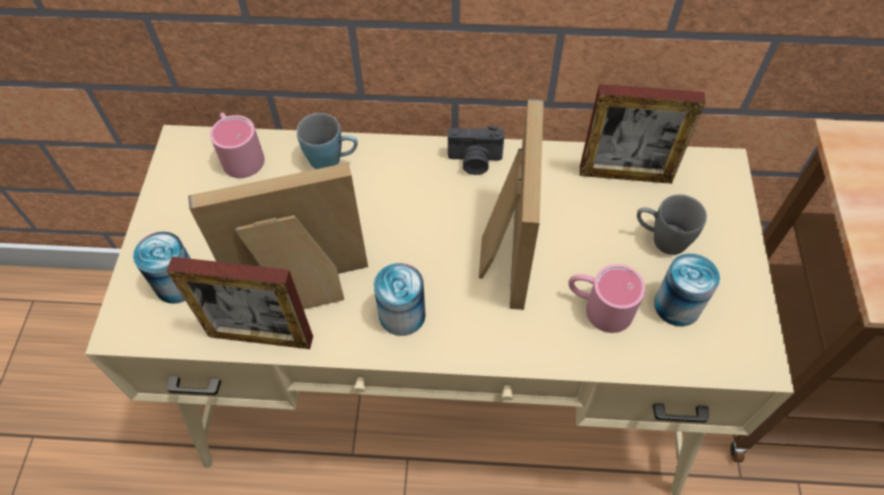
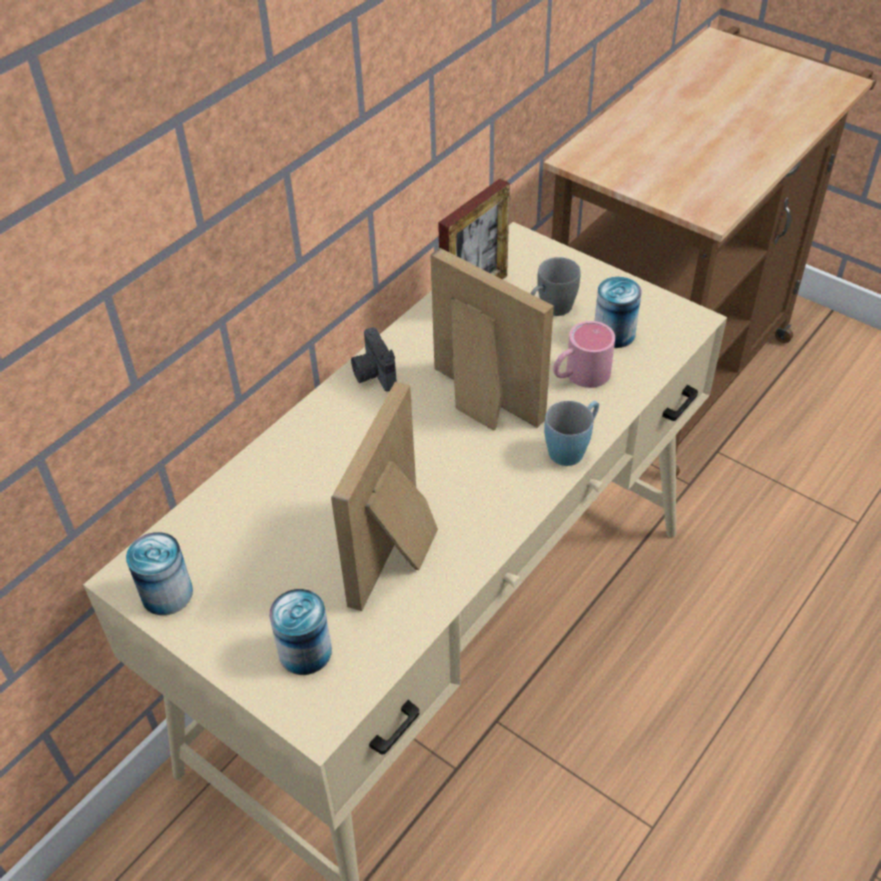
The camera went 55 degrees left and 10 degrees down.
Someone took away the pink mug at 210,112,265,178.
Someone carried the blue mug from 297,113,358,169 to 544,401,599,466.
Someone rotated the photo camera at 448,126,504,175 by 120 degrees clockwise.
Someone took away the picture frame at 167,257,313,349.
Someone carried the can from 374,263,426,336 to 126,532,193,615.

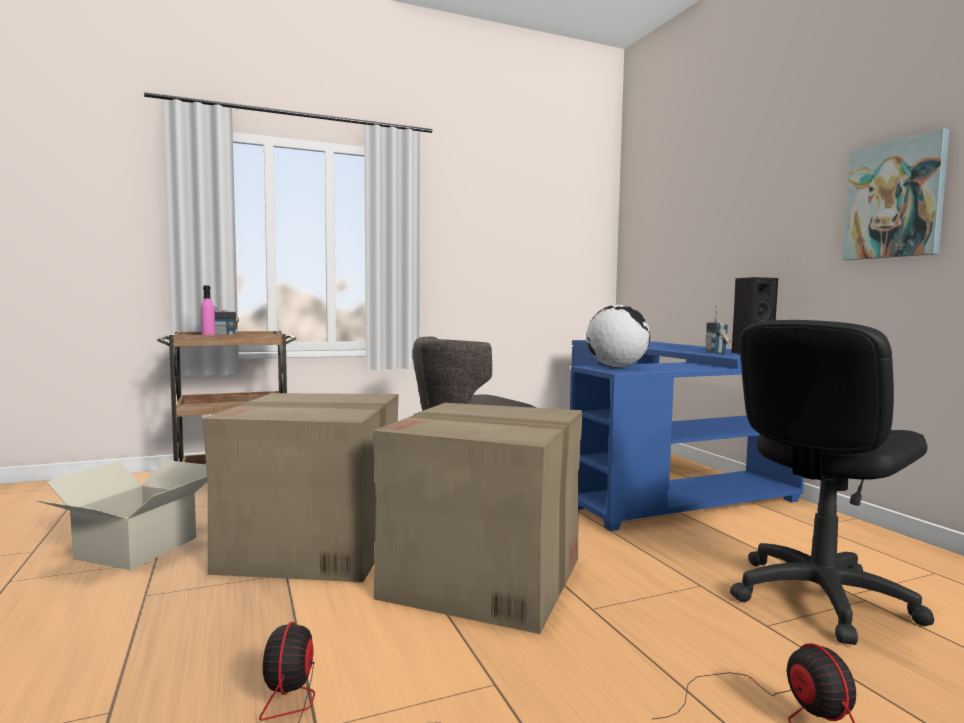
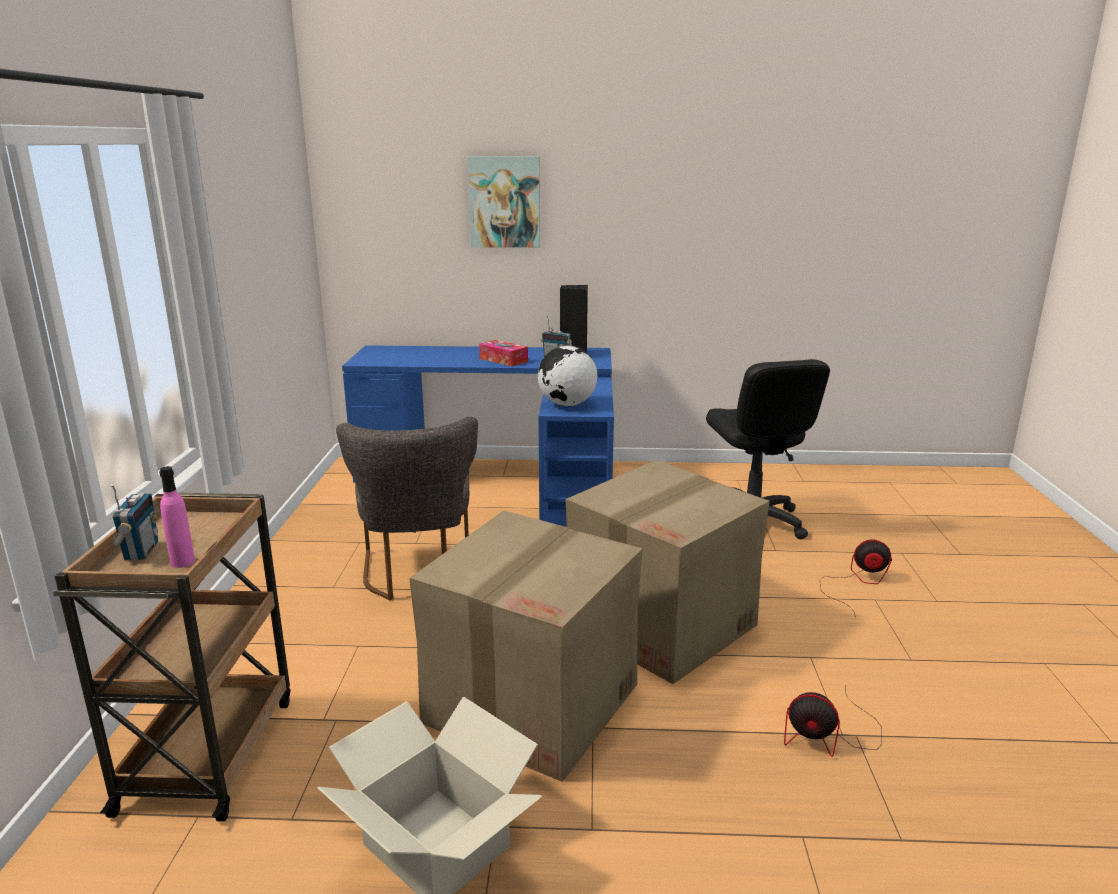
The camera went 65 degrees left and 15 degrees up.
Someone carried the picture from 842,128,949,260 to 468,156,540,248.
Someone put down the tissue box at 479,340,528,367.

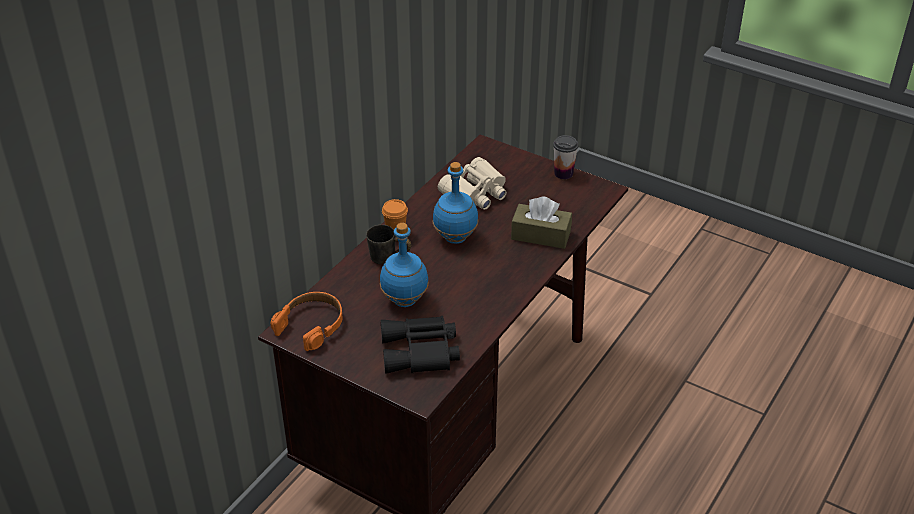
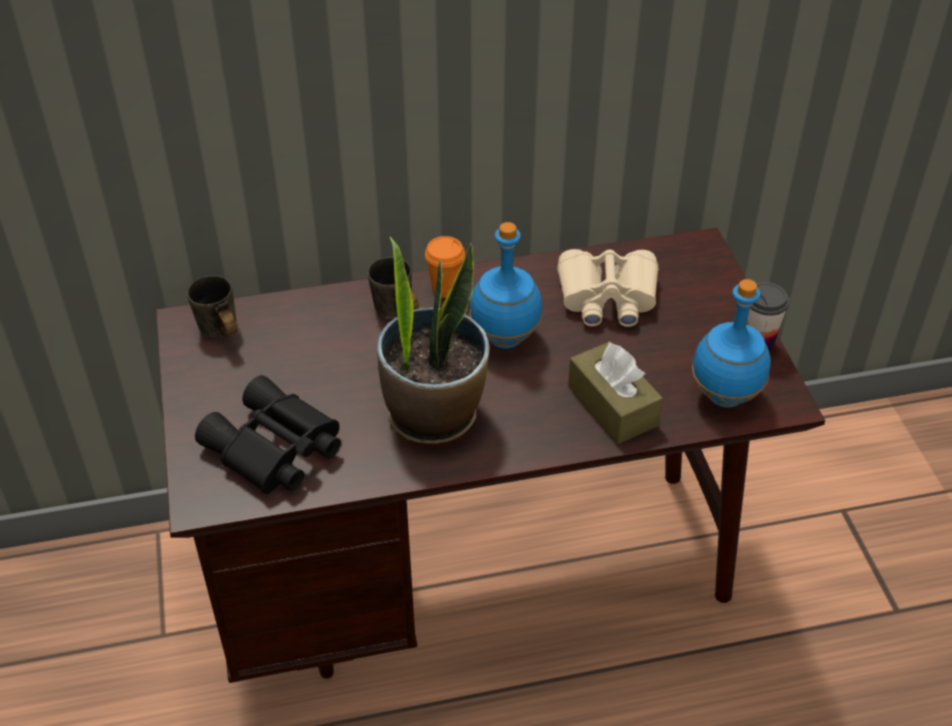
The camera went 45 degrees right and 5 degrees up.
Someone carried the blue bottle from 380,223,429,307 to 692,279,771,407.
Someone swapped the orange headphones at 271,292,343,351 for the grey mug at 187,275,237,337.
Someone put down the potted plant at 377,236,489,445.

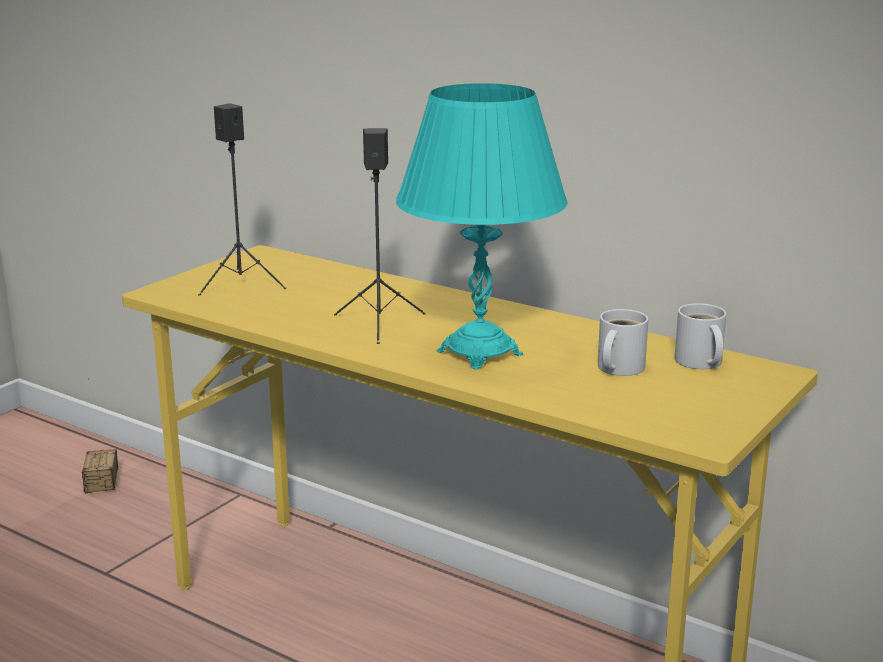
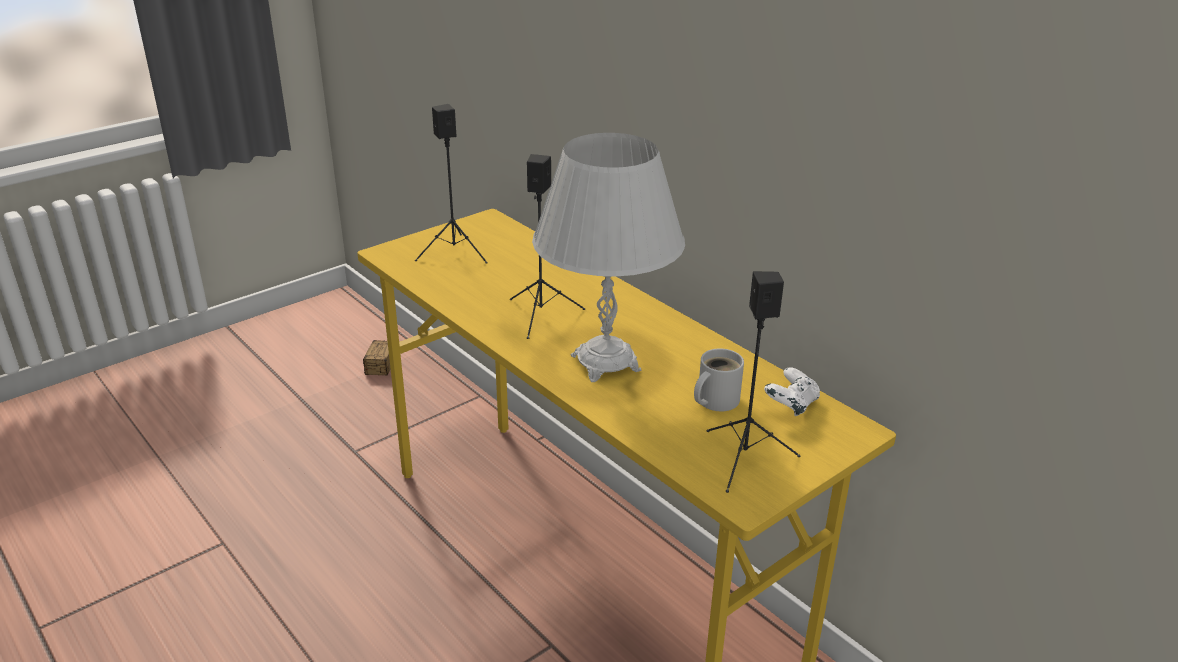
The camera went 15 degrees right and 10 degrees up.
Someone repainted the turquoise table lamp at 396,83,568,370, which became the white table lamp at 532,133,685,382.
Someone swapped the white mug at 675,303,726,369 for the white game controller at 764,367,820,416.
Someone put down the black speaker at 707,271,800,493.

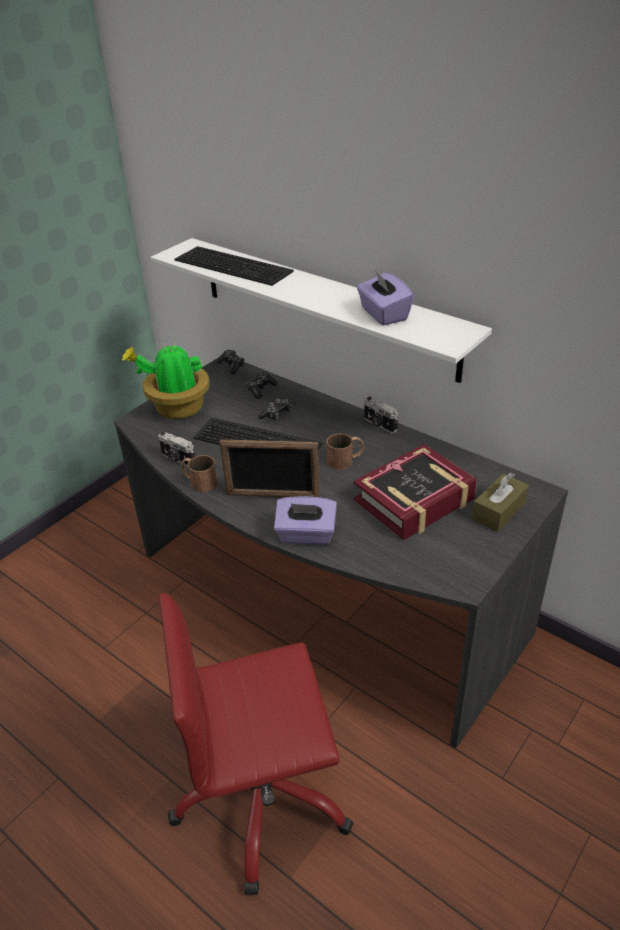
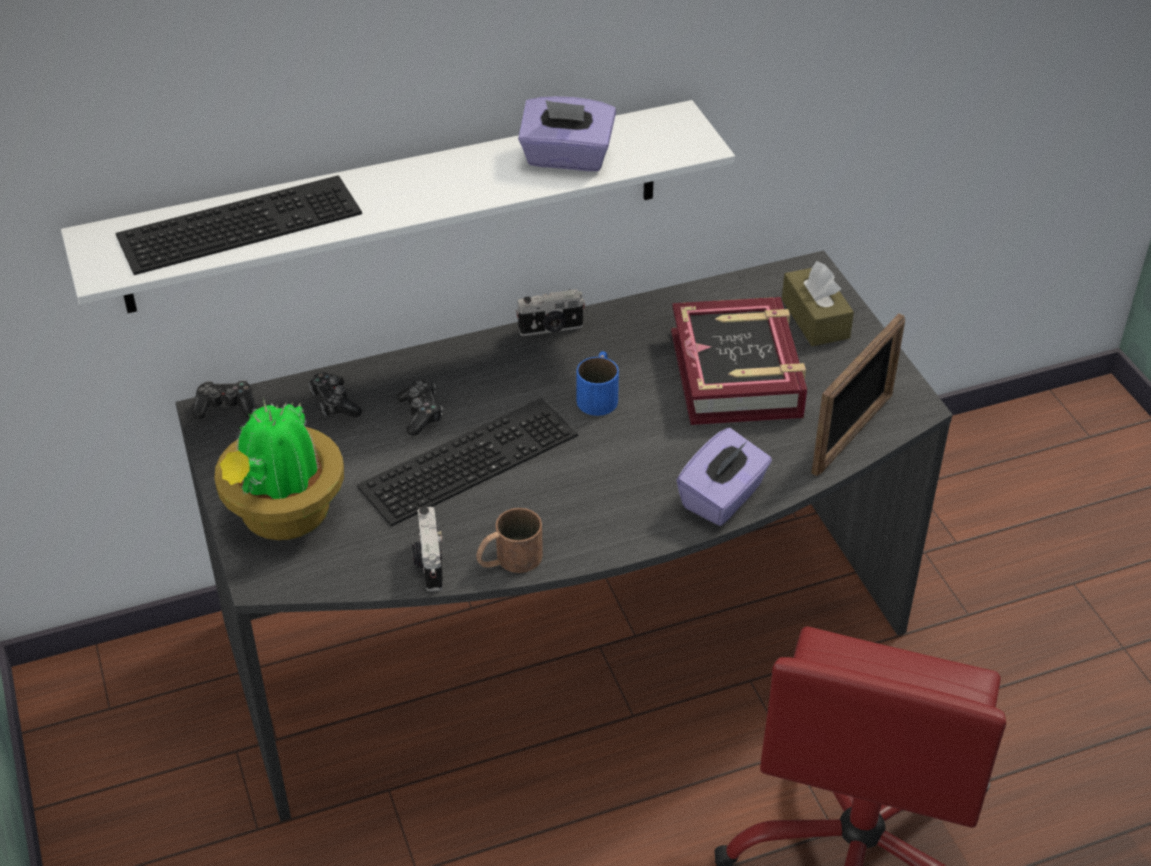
The camera went 60 degrees left and 5 degrees up.
Someone rotated the photo camera at 158,431,195,466 by 105 degrees clockwise.
Someone repainted the brown mug at 327,434,364,470, which became the blue mug at 577,351,619,416.
Someone carried the picture frame from 220,439,320,497 to 811,313,905,476.

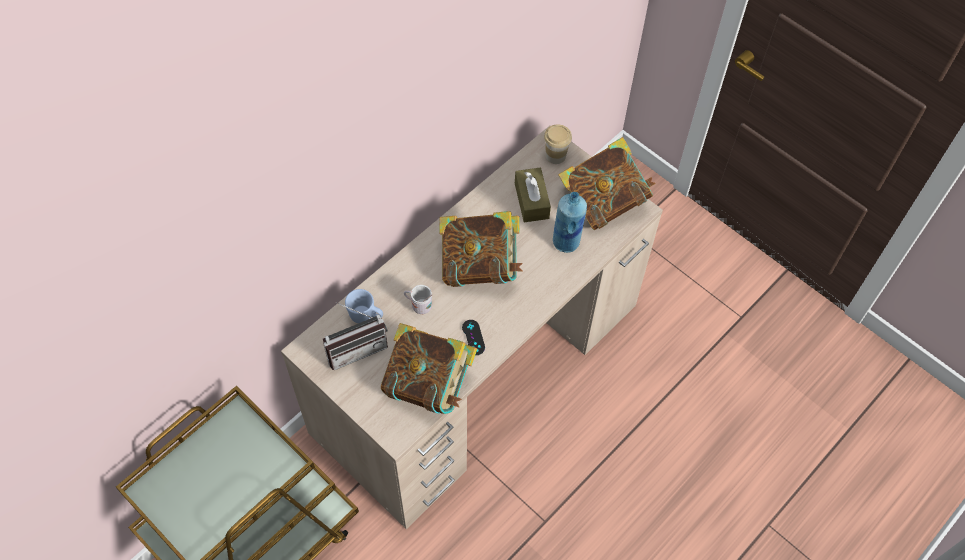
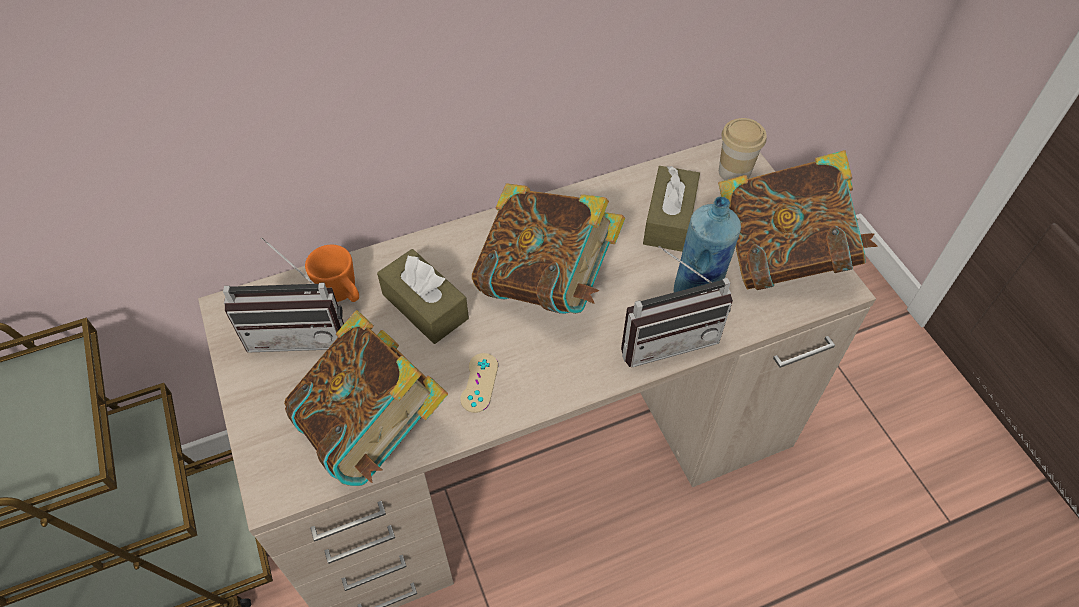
The camera went 25 degrees right and 5 degrees down.
Someone swapped the white mug at 404,285,433,314 for the brown tissue box at 377,249,469,344.
Someone repainted the blue mug at 345,289,383,323, which became the orange mug at 305,245,359,302.
Someone repainted the black game controller at 462,320,485,355, which became the beige game controller at 460,353,498,413.
Someone put down the radio at 621,246,733,367.

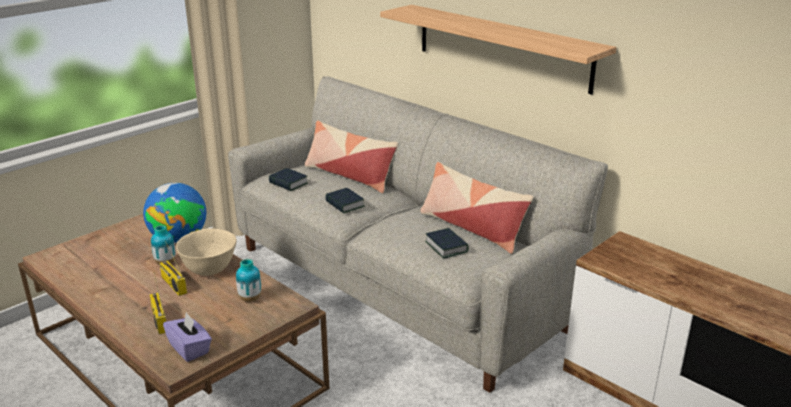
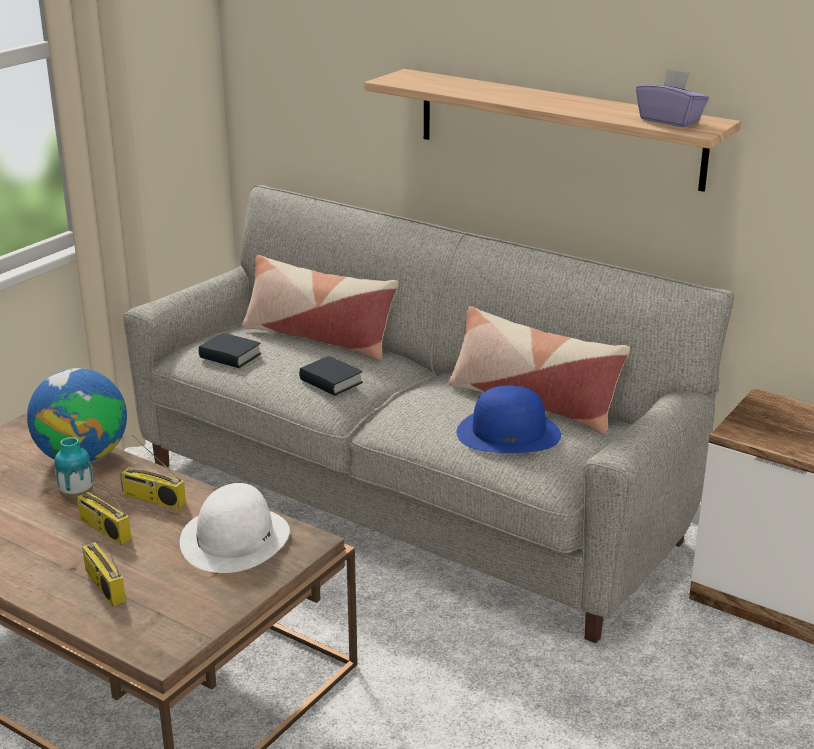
The camera went 10 degrees left and 0 degrees up.
Someone swapped the beige bowl at 176,228,237,276 for the radio at 120,435,186,510.
Someone swapped the book at 425,228,469,259 for the blue hat at 456,385,561,453.
Someone swapped the vase at 236,259,261,302 for the white hat at 180,483,290,573.
Someone carried the purple tissue box from 163,312,212,362 to 636,69,709,127.

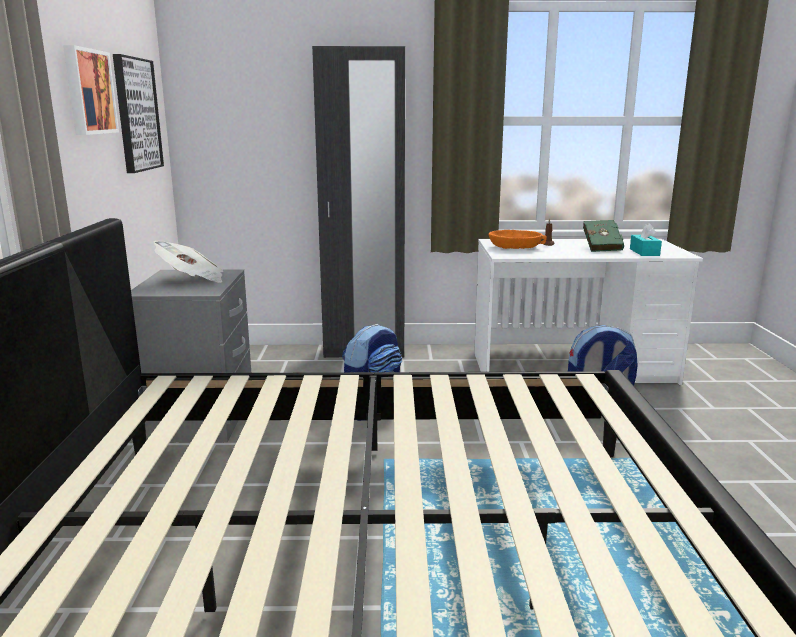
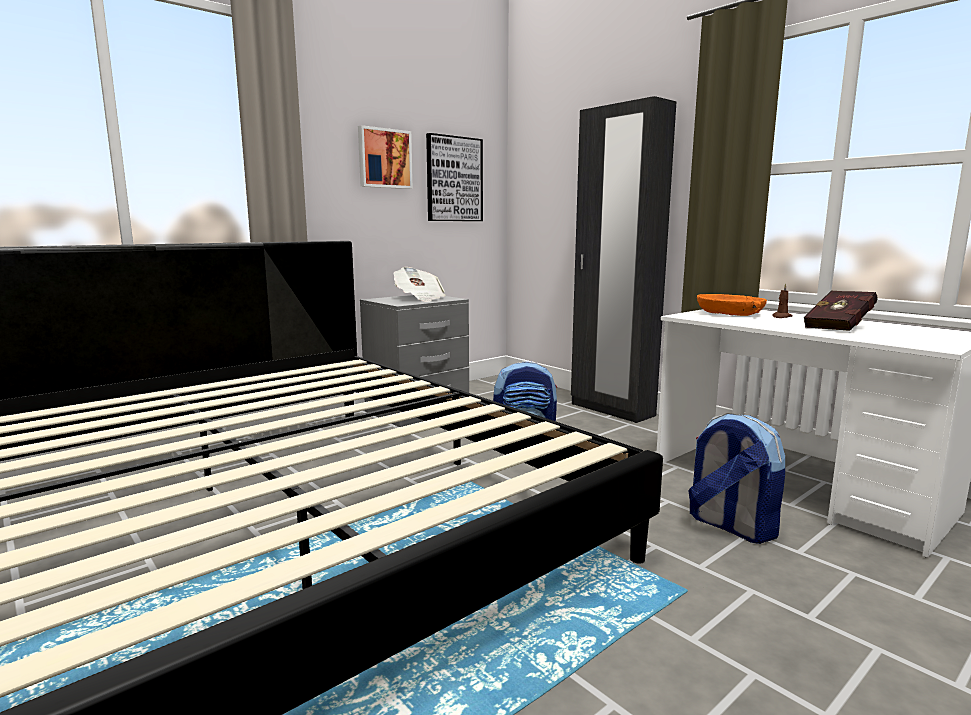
The camera went 50 degrees right and 5 degrees down.
Someone repainted the green book at 583,220,624,252, which became the red book at 804,291,878,331.
Someone took away the turquoise tissue box at 630,223,662,256.

